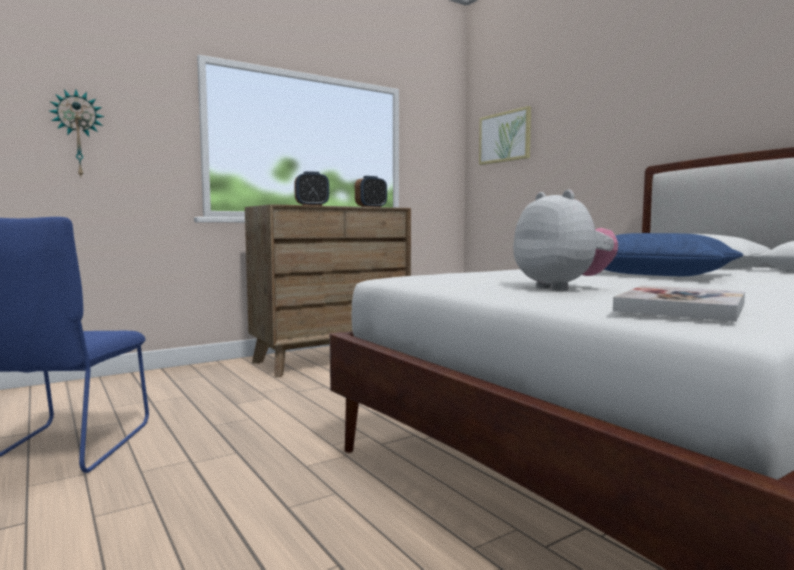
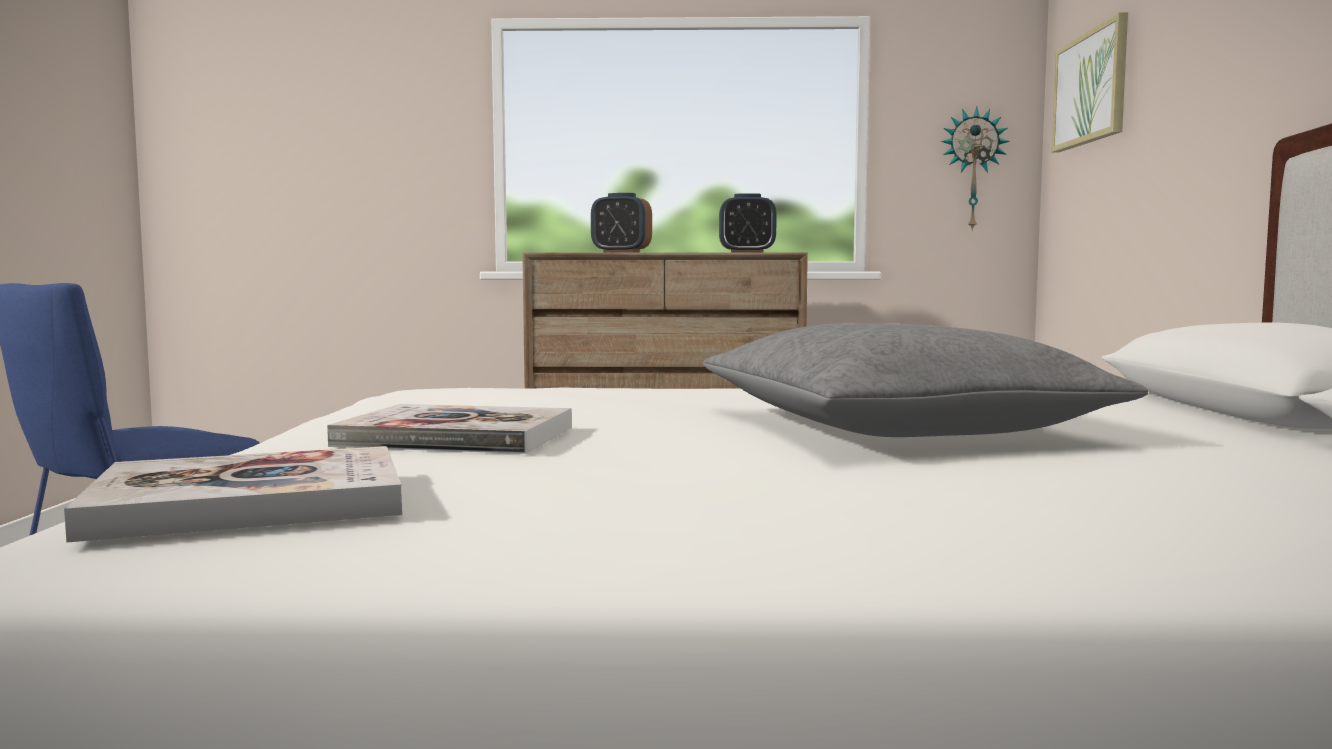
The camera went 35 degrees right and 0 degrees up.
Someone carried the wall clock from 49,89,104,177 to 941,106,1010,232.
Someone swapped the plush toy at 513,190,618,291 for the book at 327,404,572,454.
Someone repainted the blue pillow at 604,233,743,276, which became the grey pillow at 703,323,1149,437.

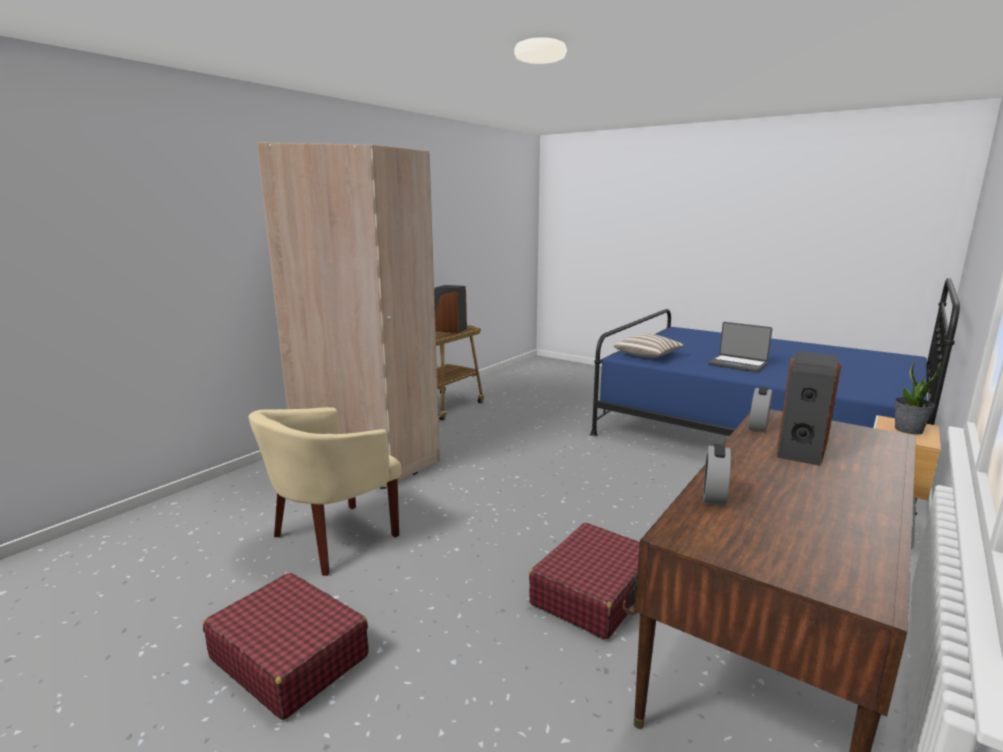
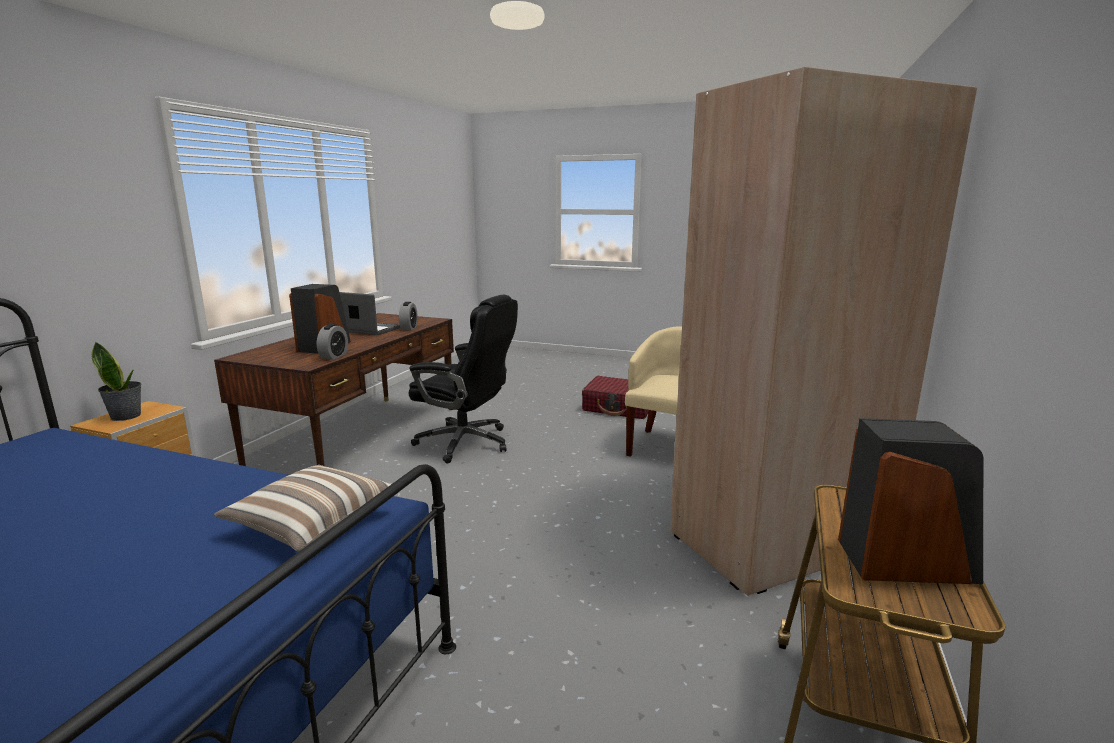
The camera went 165 degrees right and 0 degrees up.
Someone carried the laptop from 708,322,772,373 to 339,292,400,335.
Someone swapped the red suitcase at 529,523,640,640 for the black office chair at 409,295,518,464.

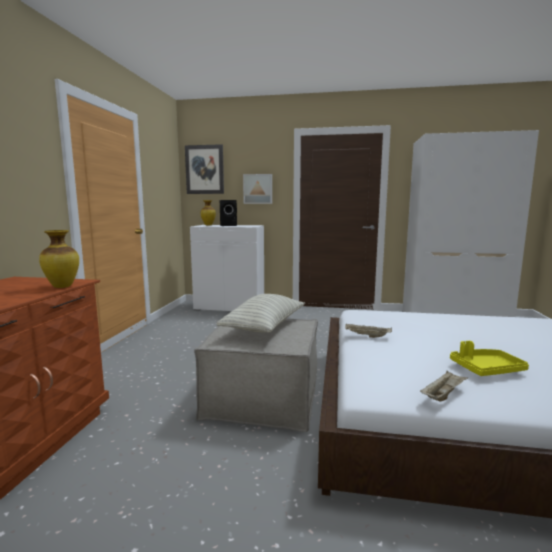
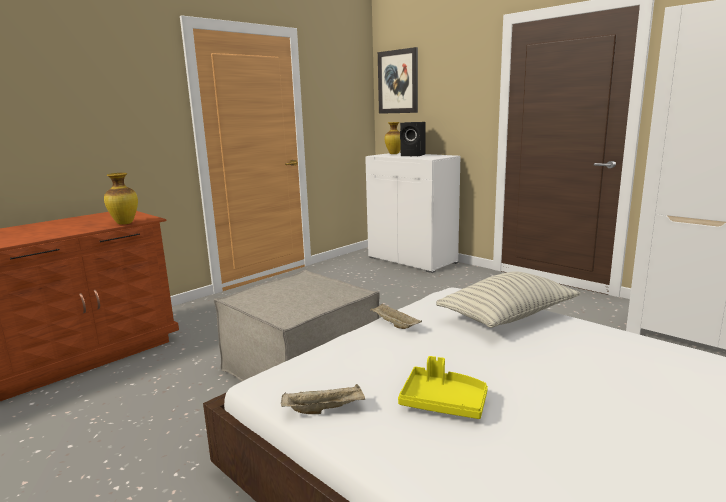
The camera went 35 degrees right and 5 degrees up.
Someone took away the picture at 243,174,272,204.
Someone carried the pillow from 216,294,305,332 to 436,271,581,328.

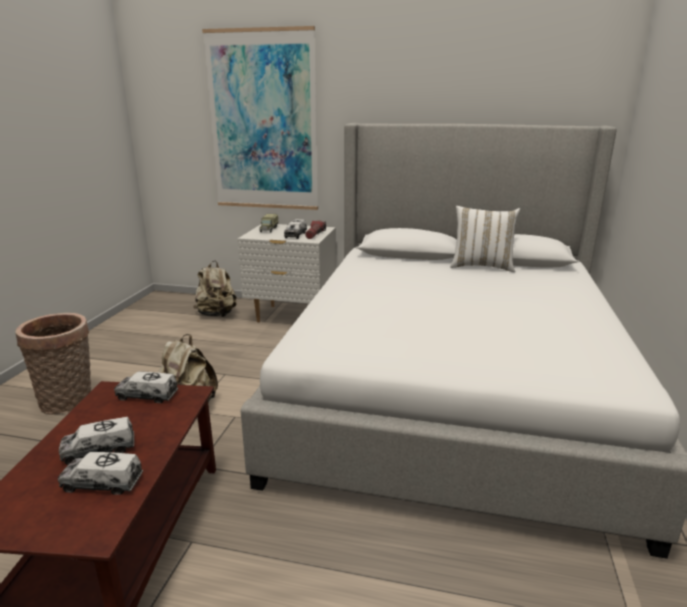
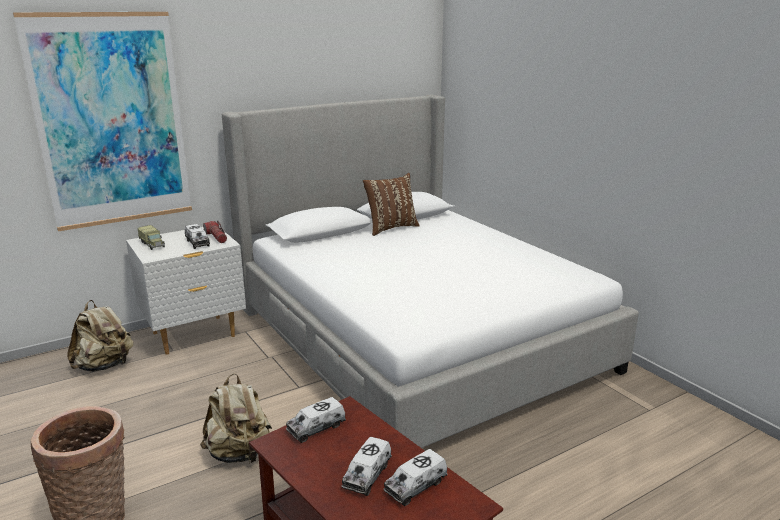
The camera went 45 degrees left and 0 degrees up.
Someone repainted the white pillow at 450,206,520,272, which became the brown pillow at 363,173,420,236.

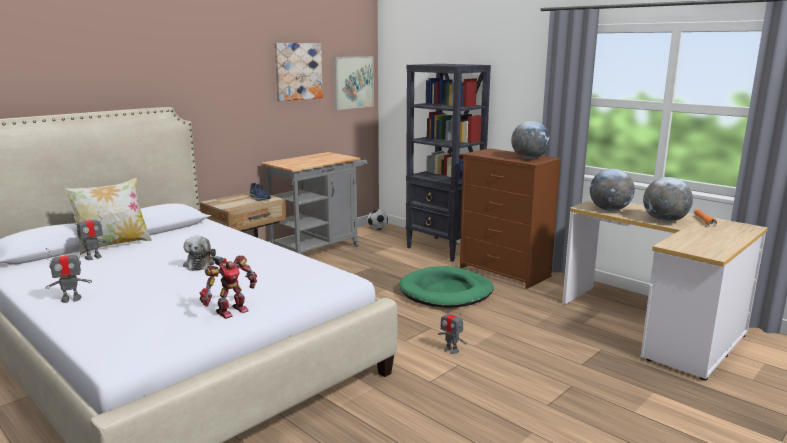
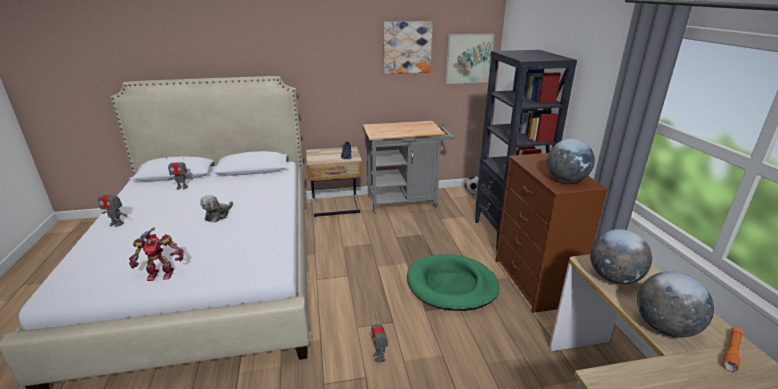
The camera went 35 degrees right and 10 degrees up.
Someone took away the pillow at 64,178,152,255.

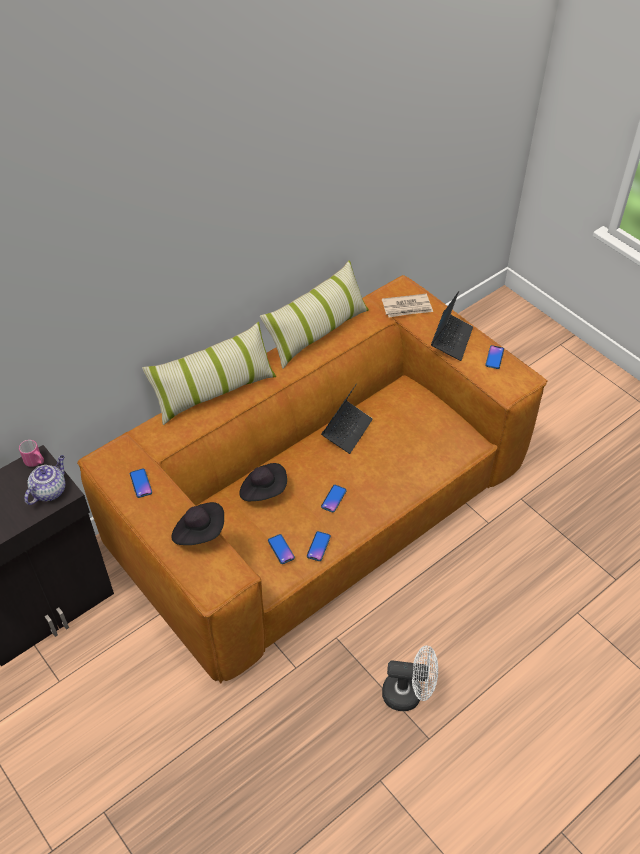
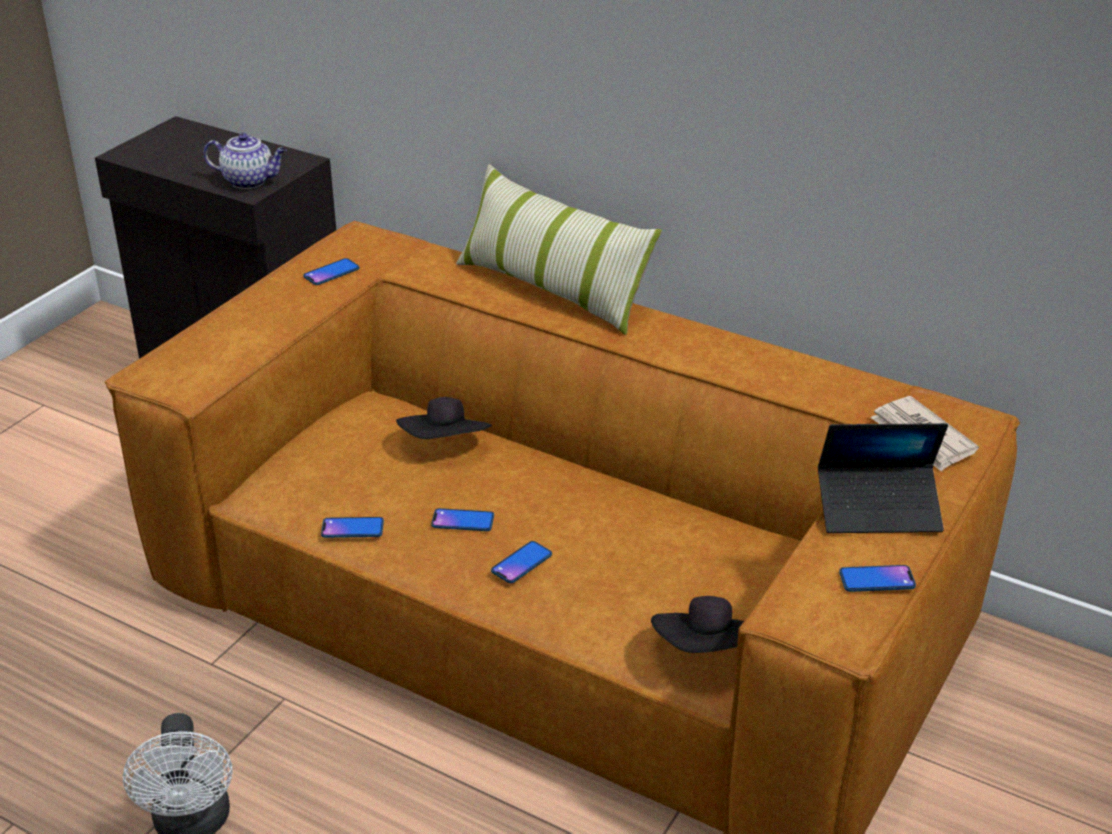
The camera went 70 degrees right and 15 degrees down.
Someone took away the pillow at 260,260,369,369.
Someone took away the laptop at 321,383,373,454.
Someone took away the pink mug at 19,440,44,467.
Someone carried the black hat from 171,502,224,545 to 651,596,744,653.
Someone carried the phone from 268,534,295,564 to 491,541,552,583.

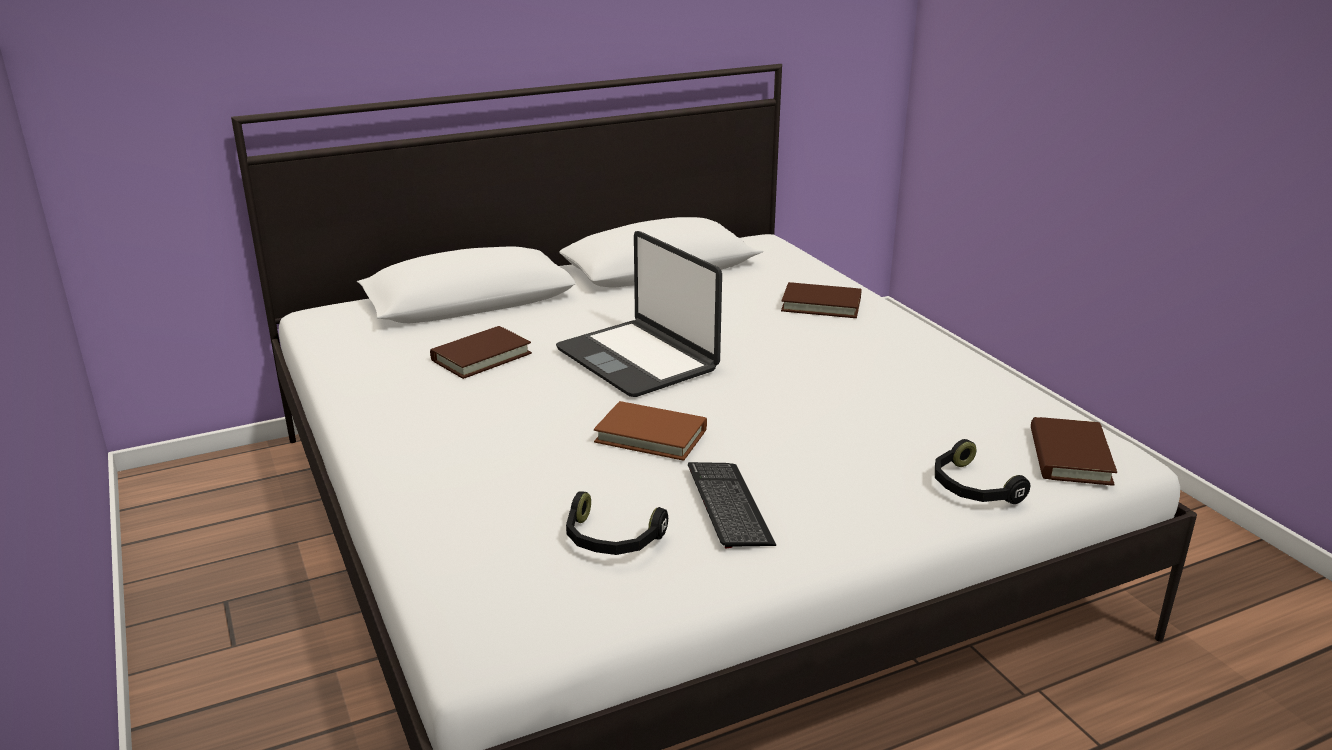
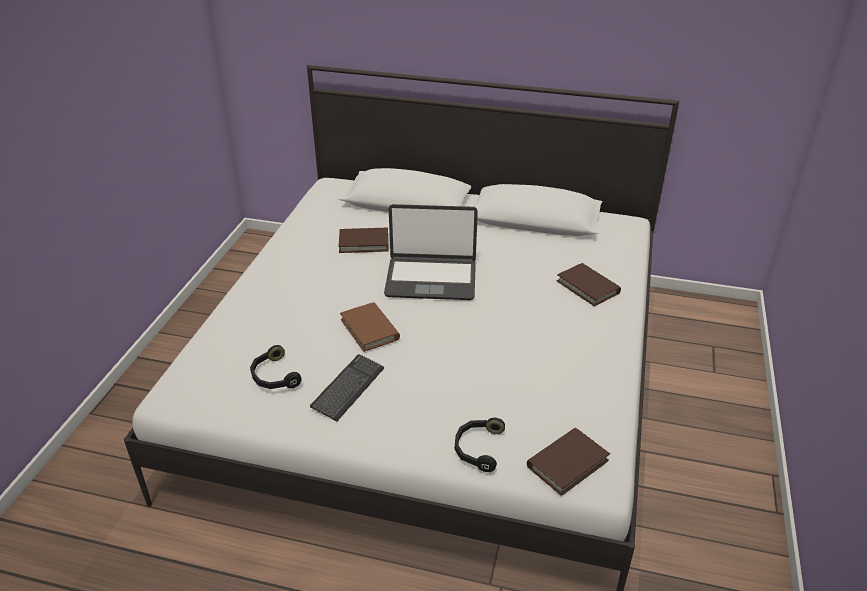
The camera went 40 degrees right and 10 degrees up.
Someone rotated the laptop at 556,231,722,397 by 90 degrees counterclockwise.

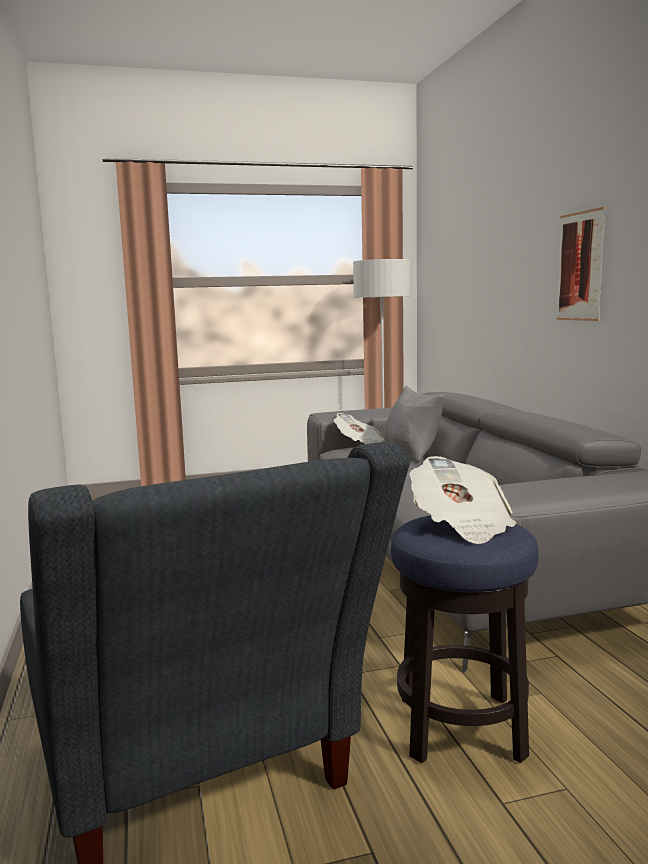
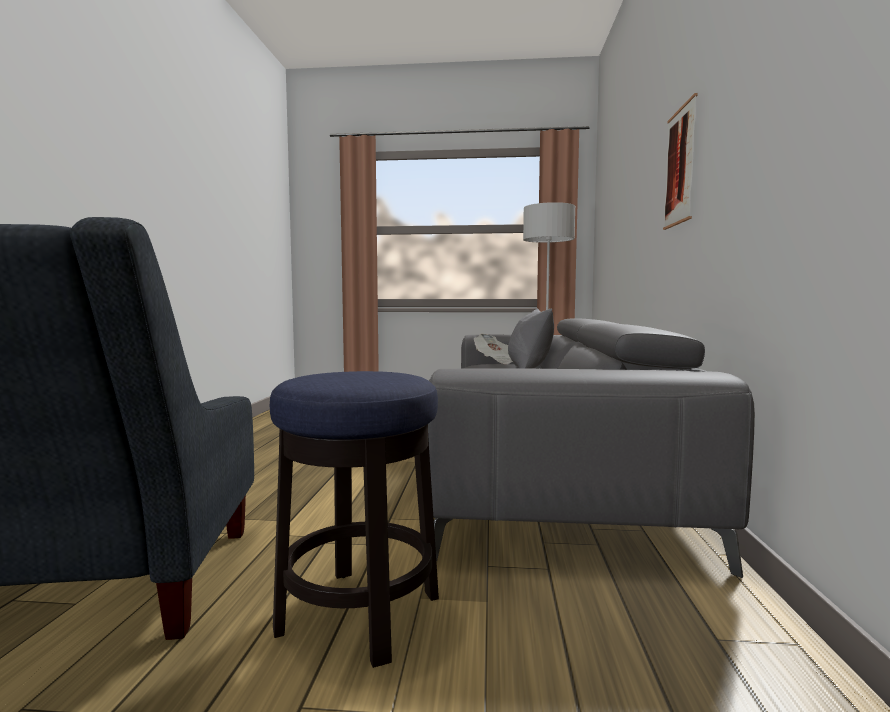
The camera went 20 degrees right and 5 degrees down.
Someone took away the newspaper at 409,456,516,544.

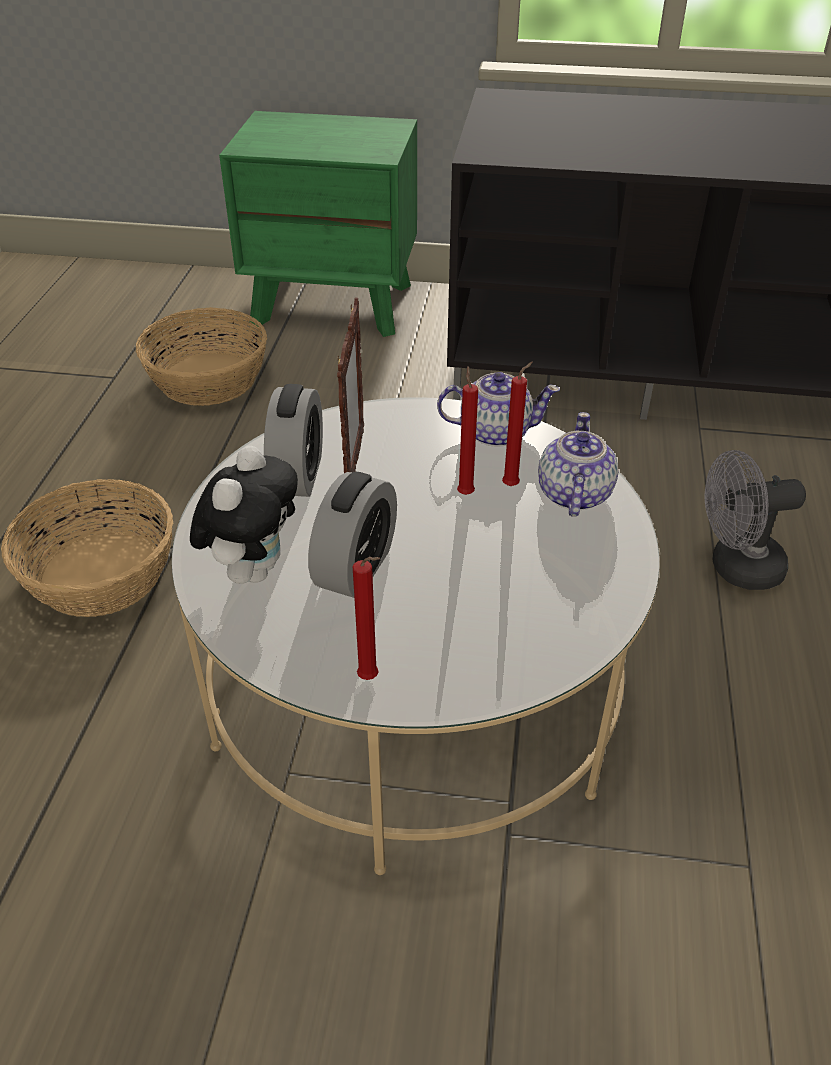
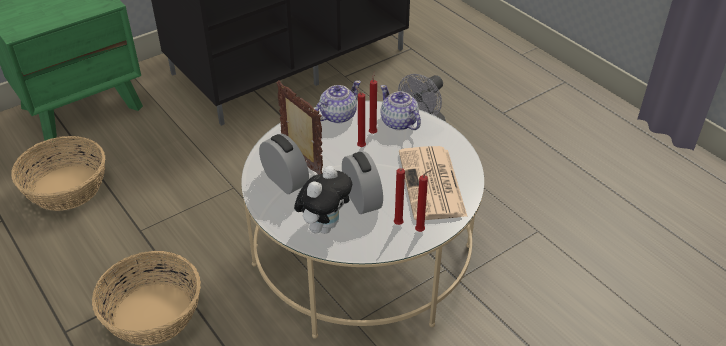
The camera went 45 degrees left and 0 degrees up.
Someone rotated the plush toy at 190,446,298,584 by 60 degrees clockwise.
Someone put down the newspaper at 399,146,468,220.
Someone put down the red candle at 394,168,405,225.

